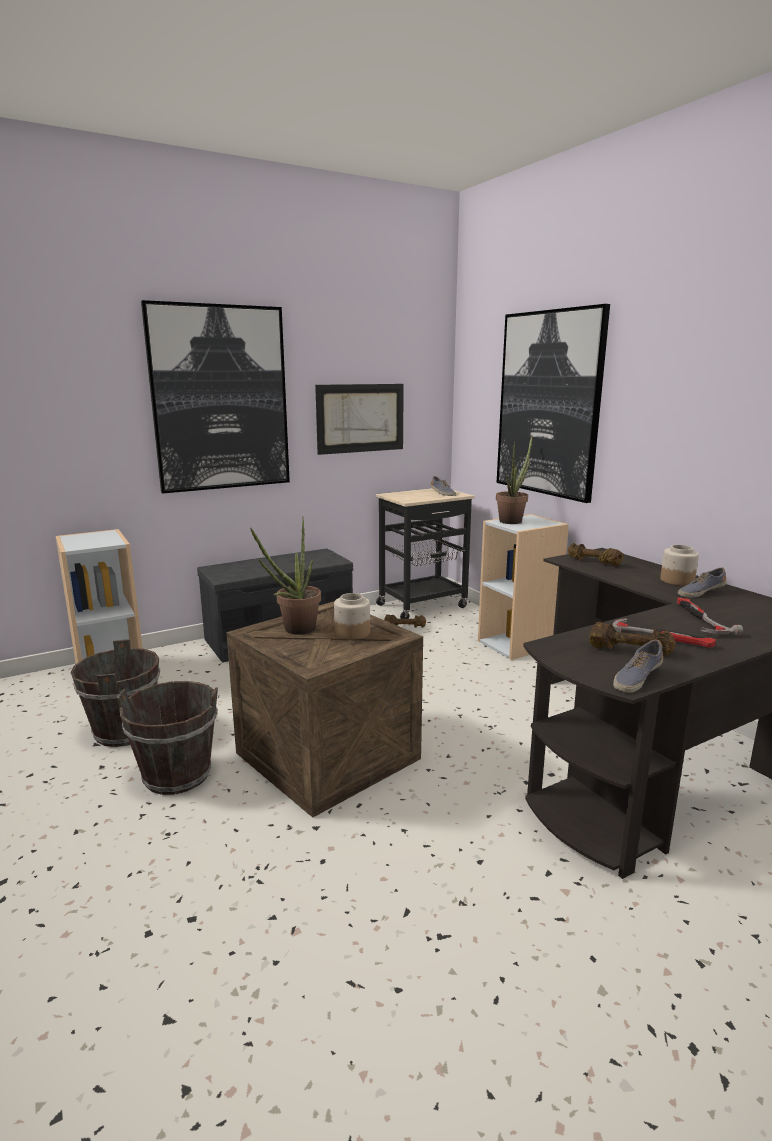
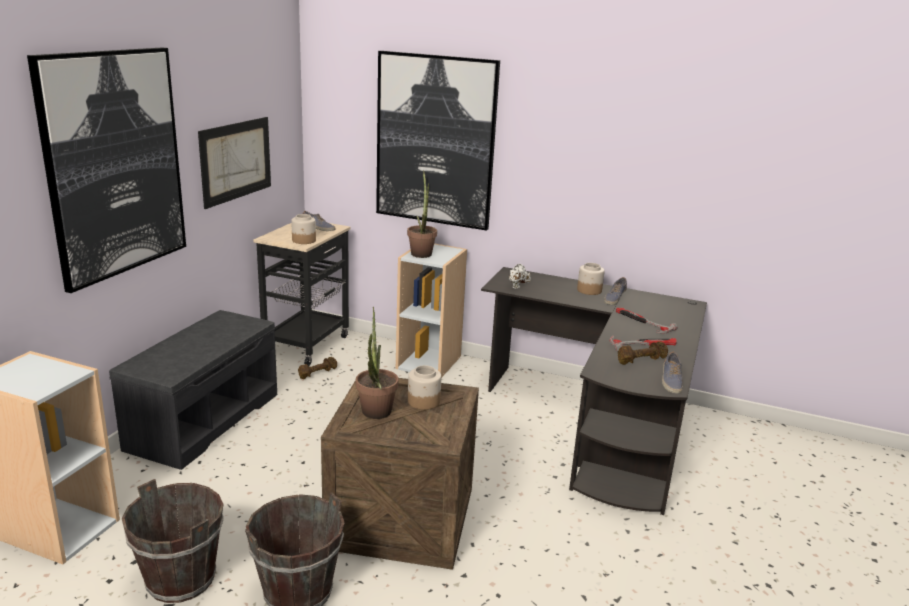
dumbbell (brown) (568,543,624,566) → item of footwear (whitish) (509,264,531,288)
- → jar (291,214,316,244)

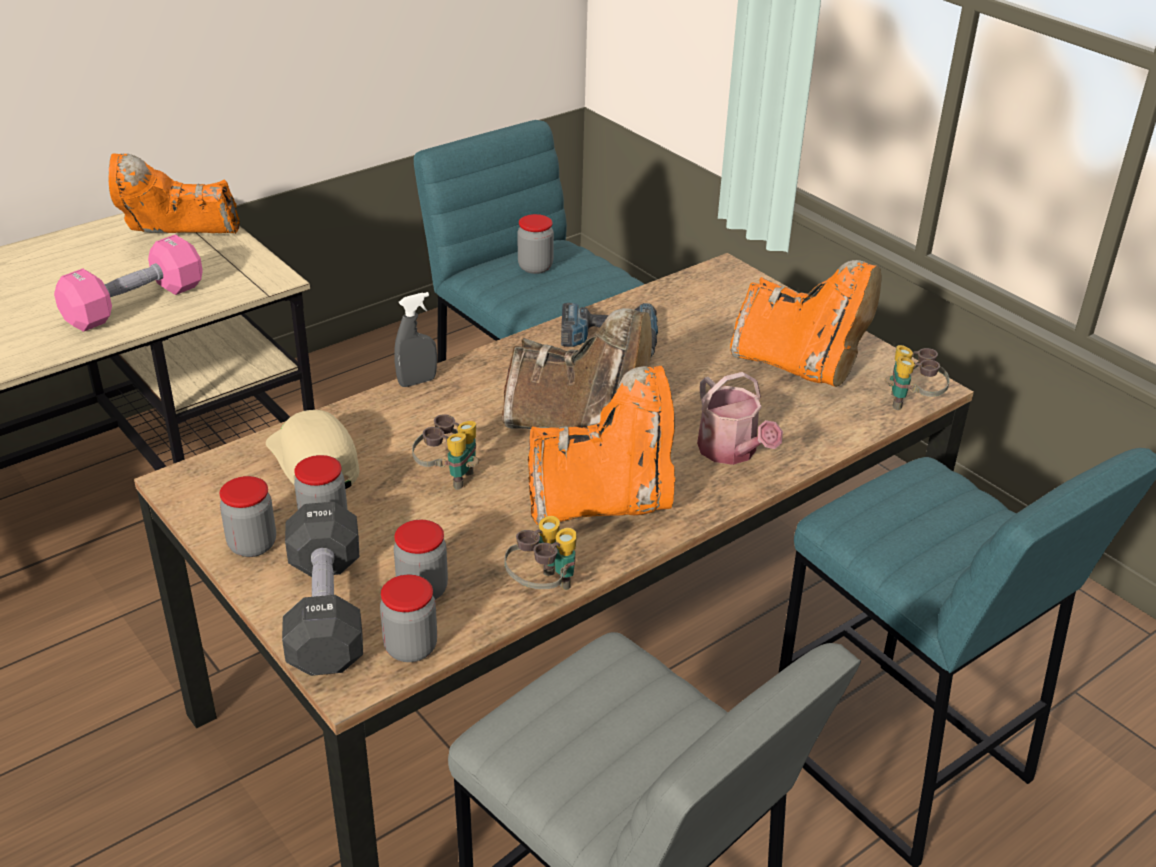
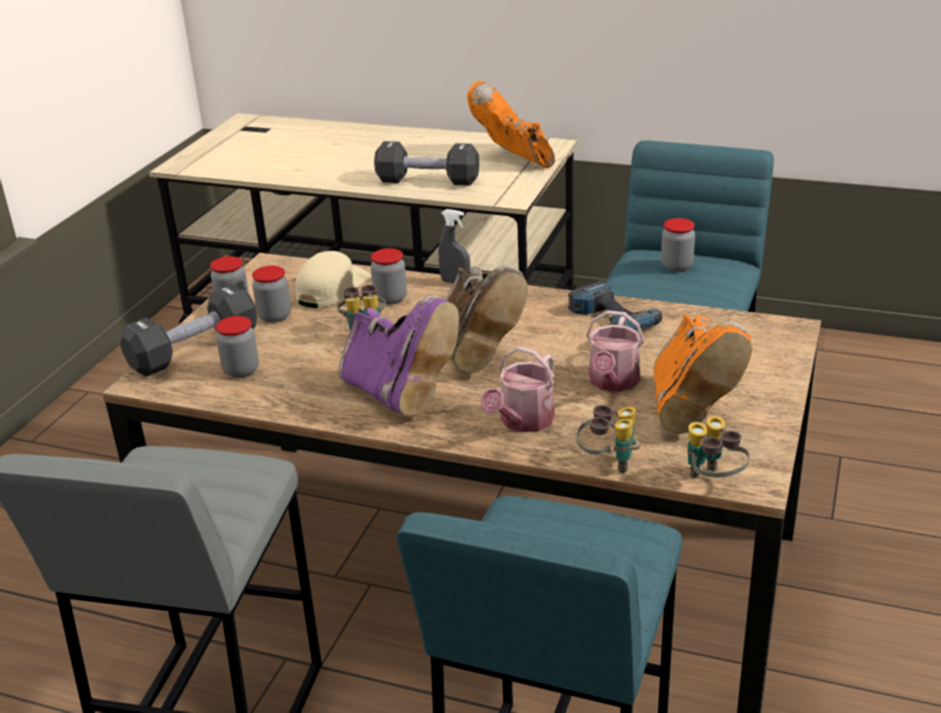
dumbbell (pinkish) (54,235,203,332) → dumbbell (black) (374,141,479,186)
tall boot (orange-coloured) (528,366,675,526) → tall boot (purplish) (339,296,459,417)
binoculars (505,516,577,590) → binoculars (577,405,641,473), move
jar (380,575,437,662) → jar (371,248,407,304), move
- → sprinkling can (586,310,644,392)

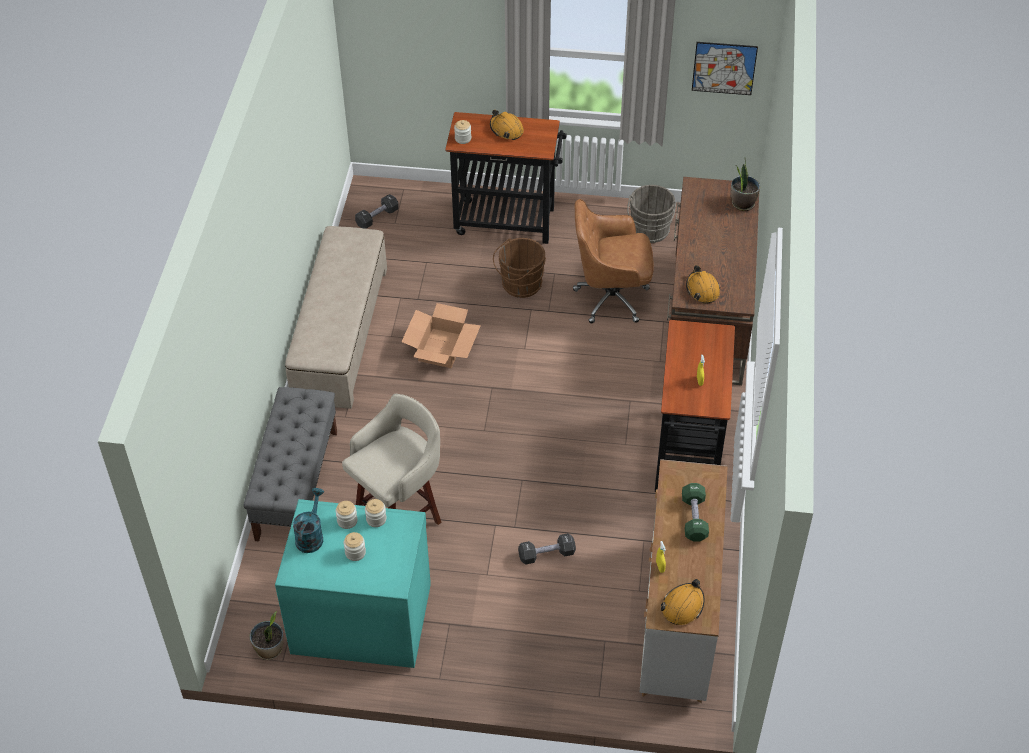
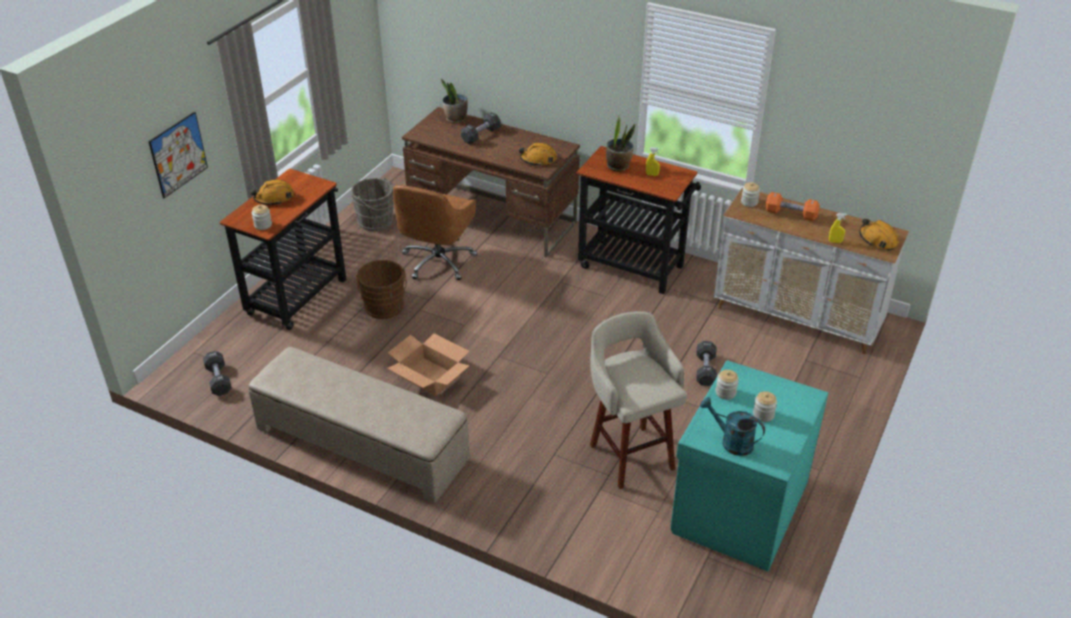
wall picture (692,42,758,95) → wall picture (148,112,208,198), move
long seat (gray) (244,387,337,542) → -
dumbbell (green) (682,483,709,541) → dumbbell (orange-coloured) (765,192,820,221)
jar (335,501,358,529) → jar (741,182,760,207), move
houseplant (249,611,284,660) → houseplant (606,116,635,172), move
- → dumbbell (black) (461,112,501,144)

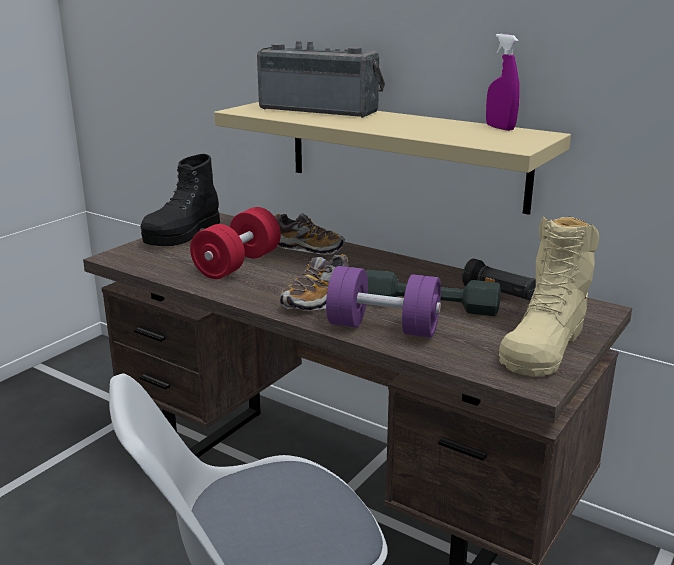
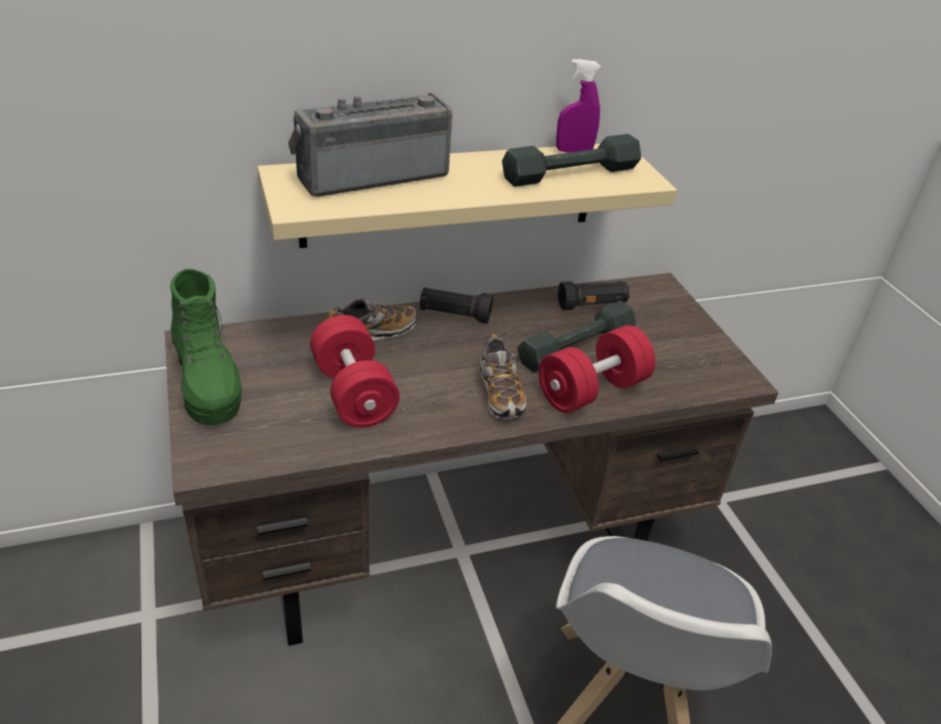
tall boot (black) (140,154,220,246) → tall boot (green) (169,269,242,425)
tall boot (beige) (499,216,599,376) → -
dumbbell (purplish) (326,266,441,338) → dumbbell (red) (539,325,656,413)
- → dumbbell (gray) (502,134,641,187)
- → flashlight (black) (420,287,493,324)

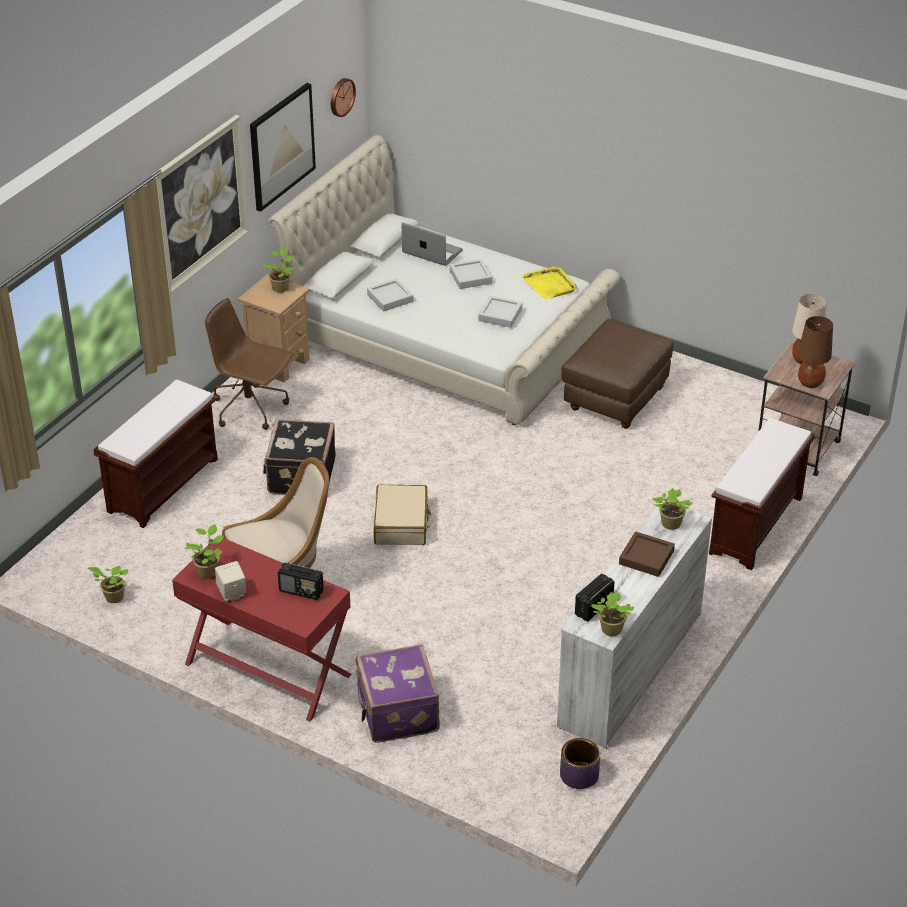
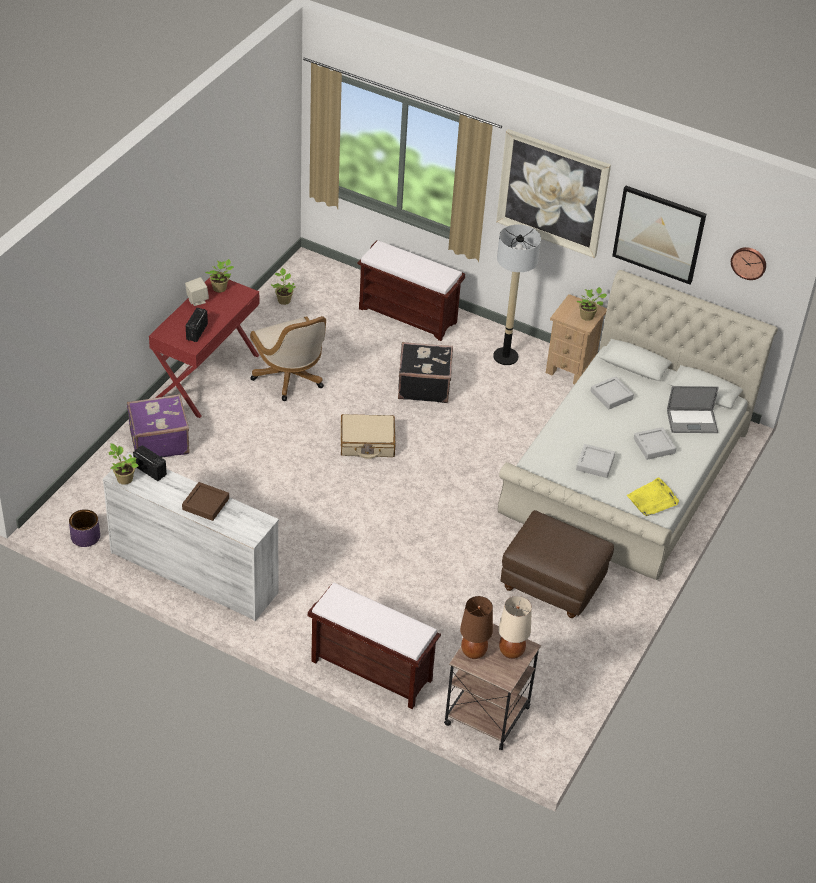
laptop (402,222,463,266) → laptop (667,386,719,433), 60 degrees clockwise
office chair (brown) (205,298,295,430) → floor lamp (493,224,541,365)
houseplant (652,488,693,530) → -

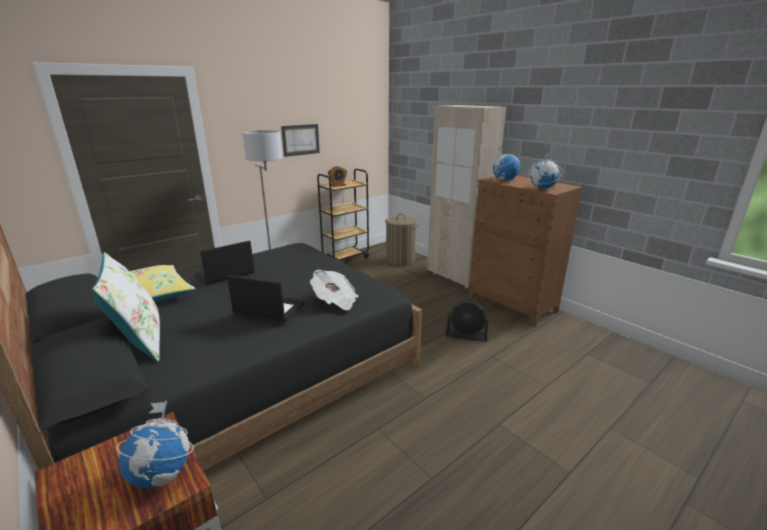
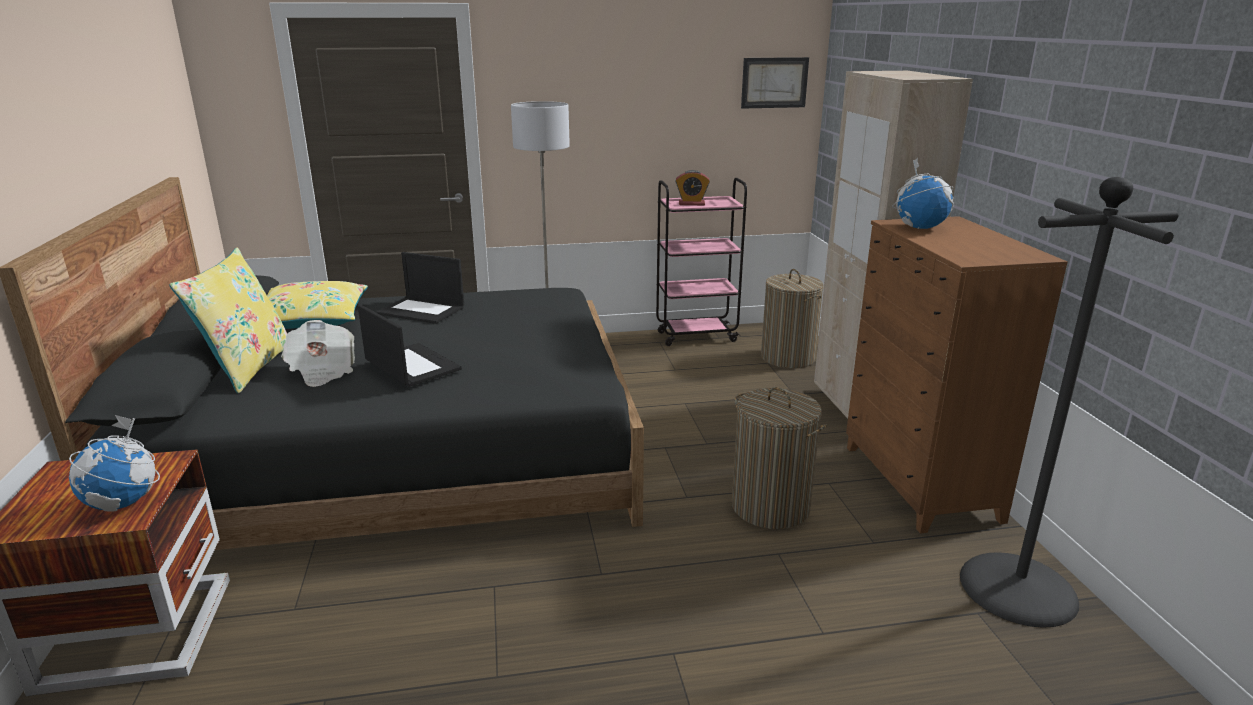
wall picture (281,124,320,157) → wall picture (741,57,809,109), move
desk globe (528,152,562,189) → -
wheeled cart (brown) (317,169,370,261) → wheeled cart (pinkish) (656,178,747,346)
laptop (196,241,254,285) → laptop (376,252,464,324), 150 degrees counterclockwise
cushion (whitish) (92,252,160,362) → cushion (yellow-coloured) (169,248,287,393)
printed paper (310,270,359,310) → printed paper (281,320,355,387), move
fan (black) (445,299,488,341) → hamper (732,387,827,529)
- → garment rack (black) (960,177,1178,628)

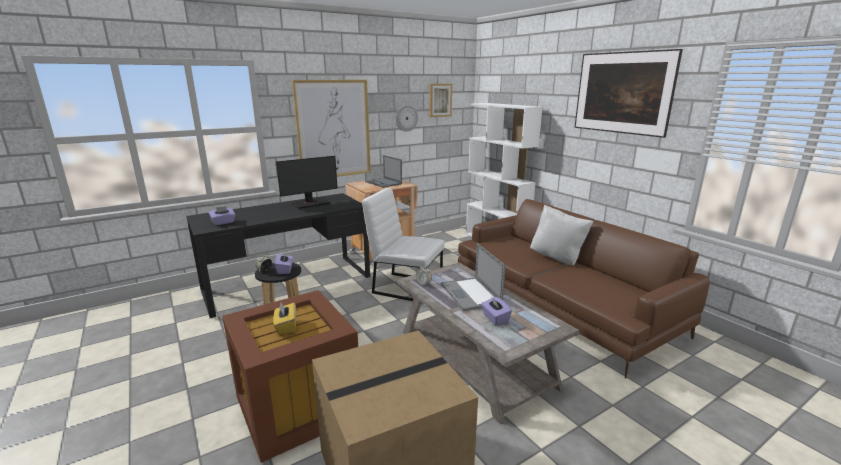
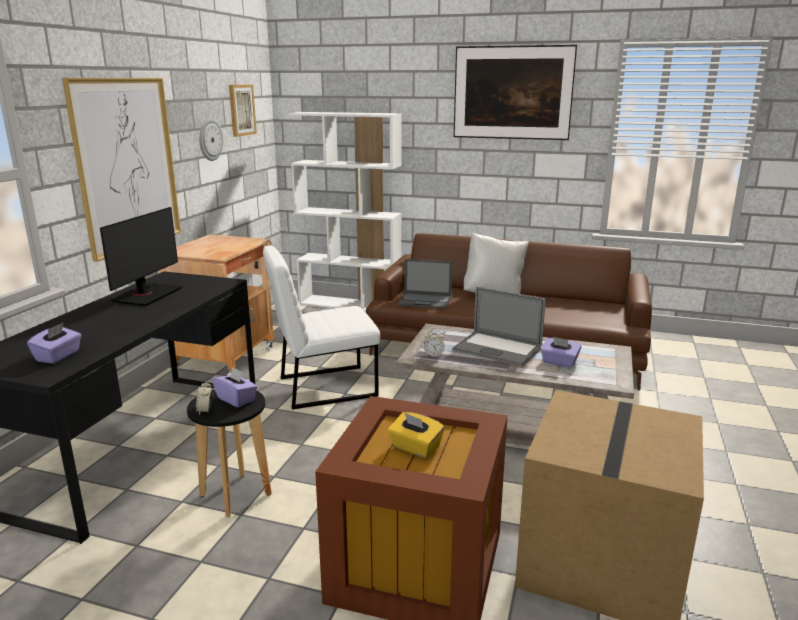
laptop (365,155,402,188) → laptop (398,259,452,309), move

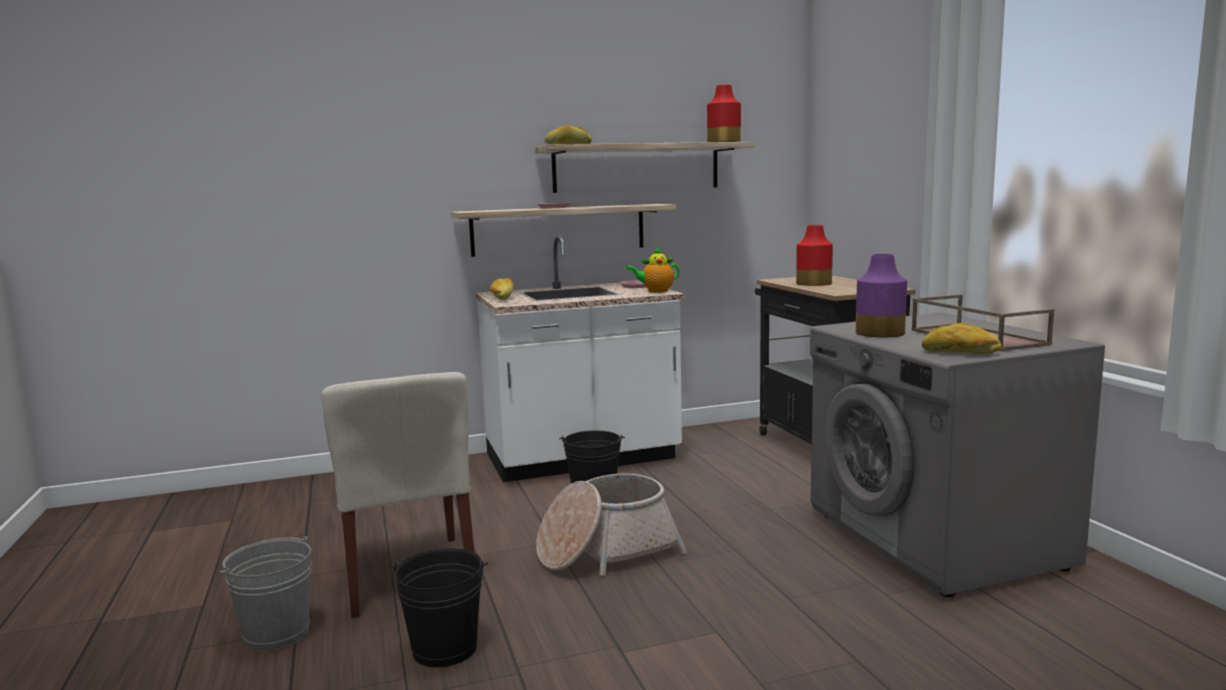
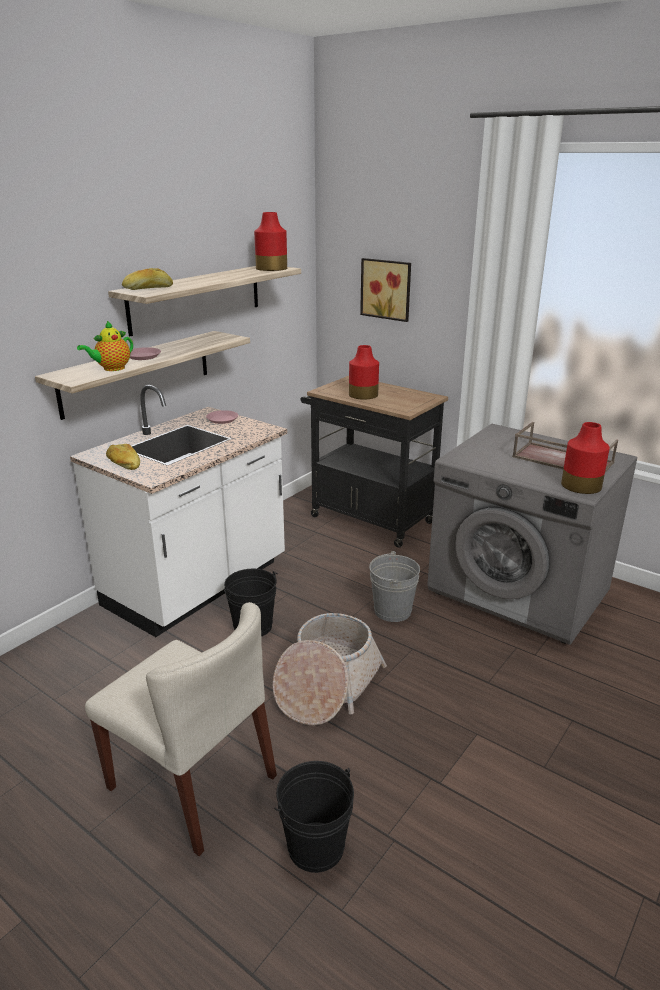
tea pot (626,247,680,293) → tea pot (77,320,133,371), move
flower vase (purplish) (855,254,907,337) → -
bread (922,322,1002,354) → flower vase (red) (561,422,610,494)
water bucket (gray) (219,536,312,651) → water bucket (gray) (369,551,420,622), move
- → wall picture (360,258,411,322)

